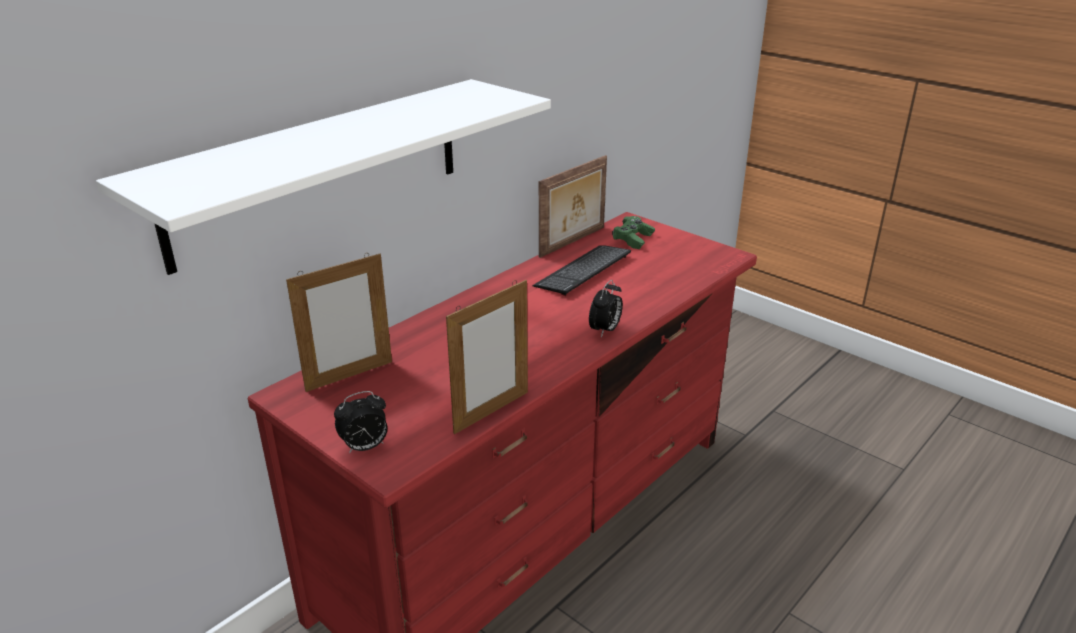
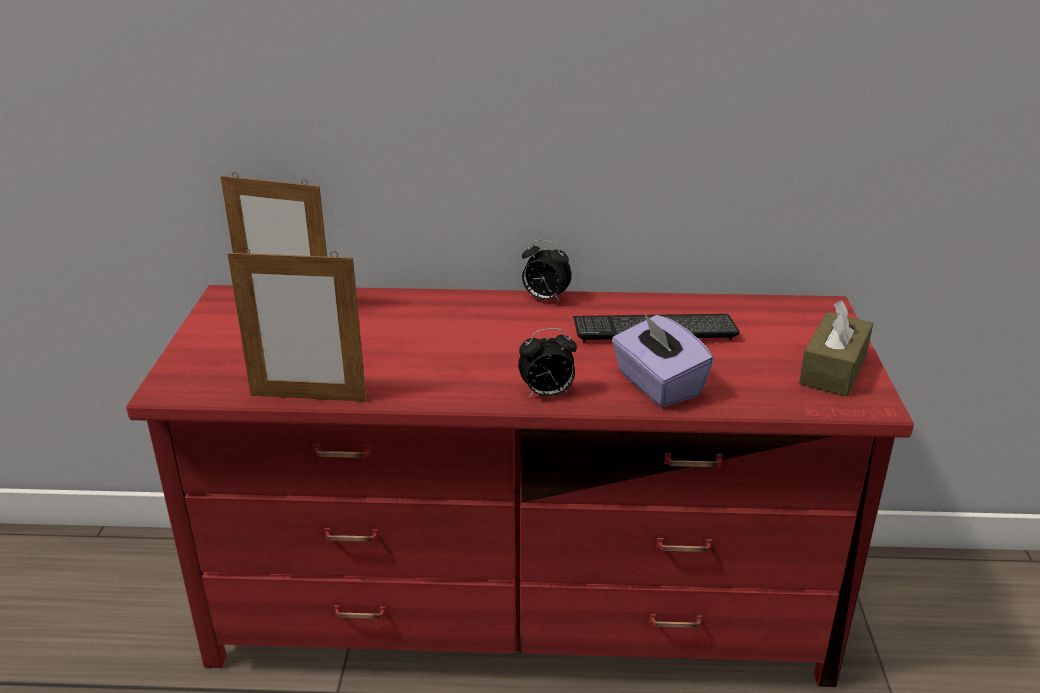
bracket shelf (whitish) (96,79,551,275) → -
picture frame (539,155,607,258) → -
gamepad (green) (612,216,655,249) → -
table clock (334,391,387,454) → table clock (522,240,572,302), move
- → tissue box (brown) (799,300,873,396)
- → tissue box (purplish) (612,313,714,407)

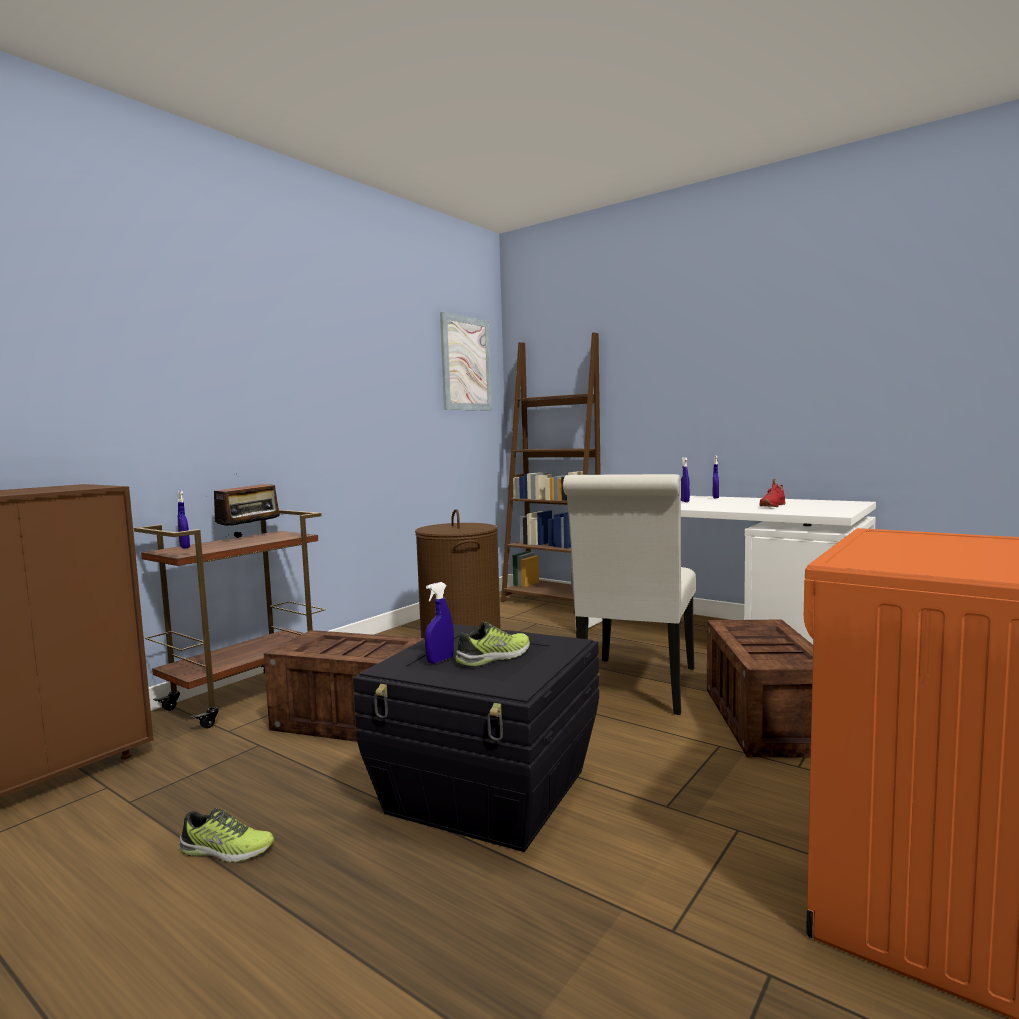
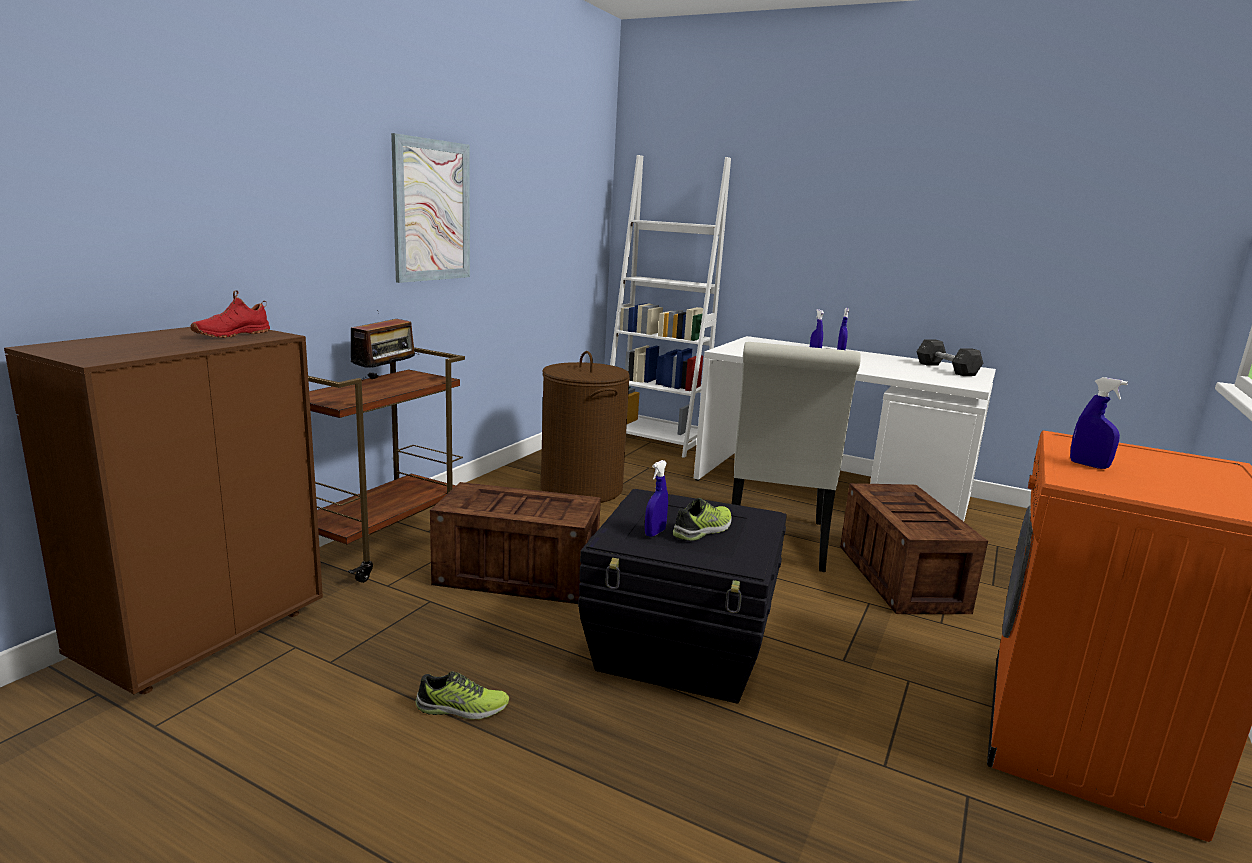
wall picture (440,312,492,411) → wall picture (391,133,470,283), move
shelving unit (brown) (501,332,601,614) → shelving unit (whitish) (610,155,731,458)
item of footwear (red) (760,479,786,507) → item of footwear (red) (190,291,270,338), move
hand sprayer (blue) (178,490,190,548) → hand sprayer (blue) (1070,377,1128,469), move
- → dumbbell (gray) (917,339,983,376)

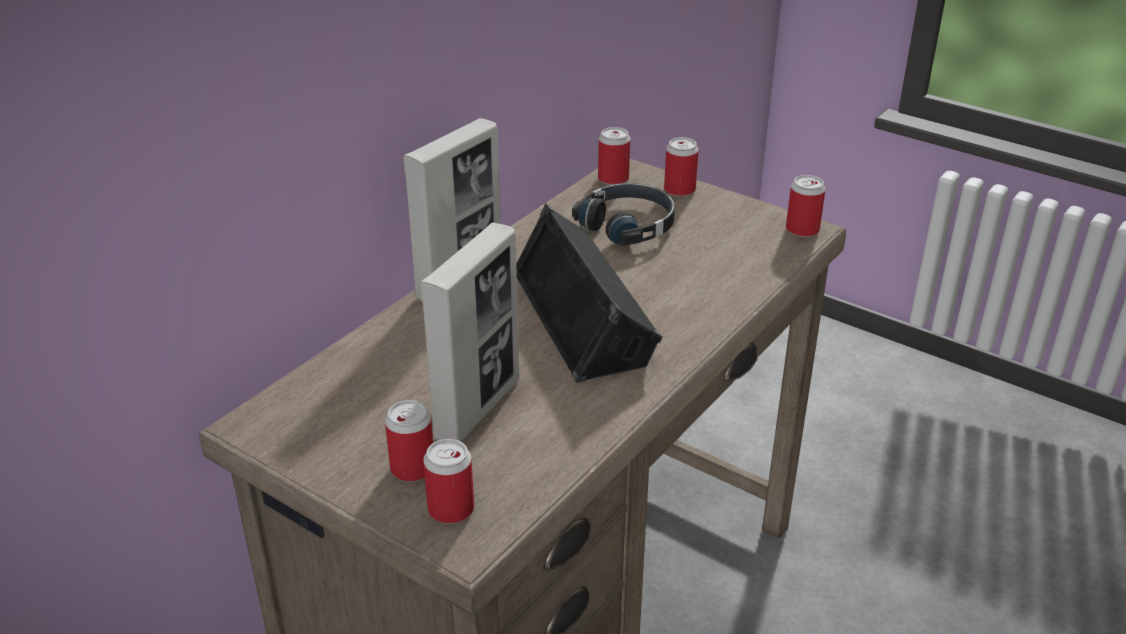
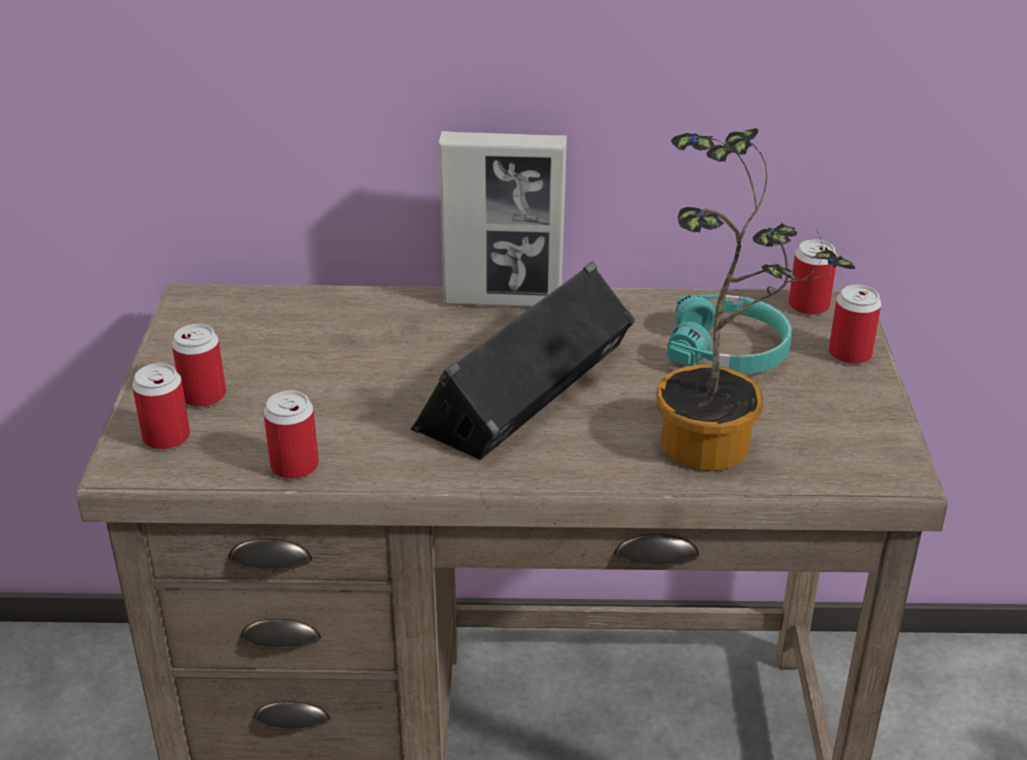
metal can (786,175,826,237) → metal can (263,391,319,479), move
headset (black) (572,183,675,246) → headset (turquoise-coloured) (667,294,792,374)
picture frame (420,223,519,441) → -
- → houseplant (656,128,855,471)

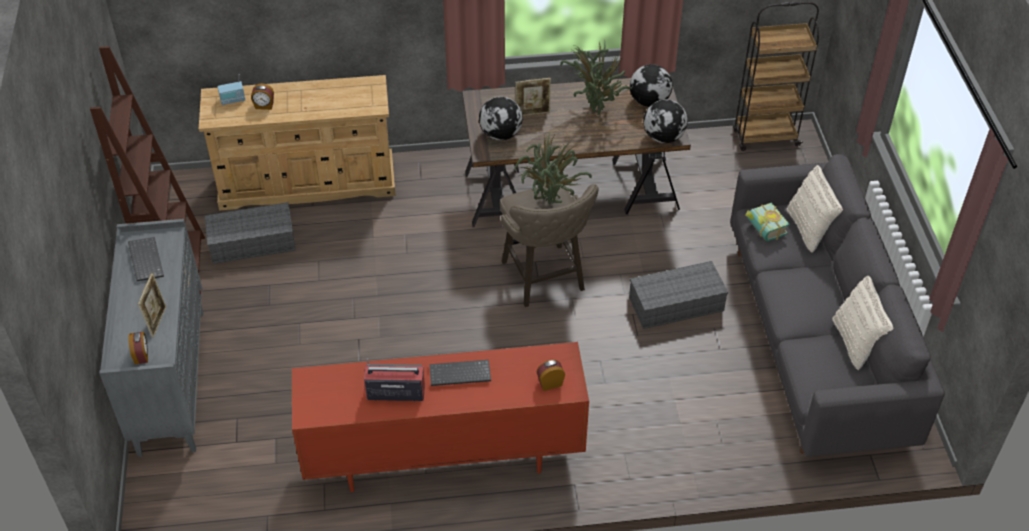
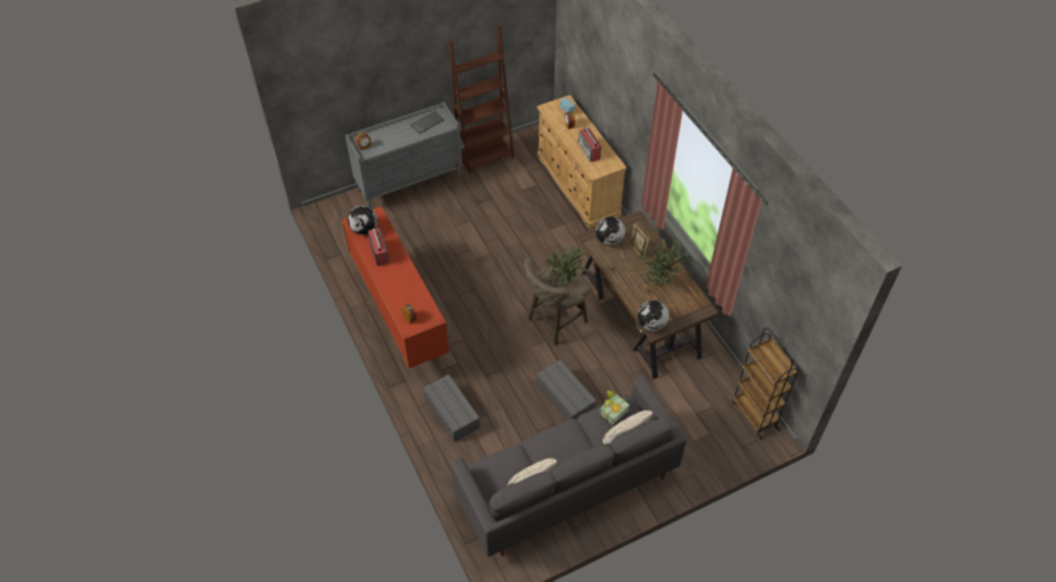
desk globe (630,64,673,107) → desk globe (348,206,378,235), move
storage bin (gray) (205,202,296,264) → storage bin (gray) (423,374,480,442), move
picture frame (138,273,166,338) → -
computer keyboard (429,360,491,386) → -
- → radio set (578,128,601,162)

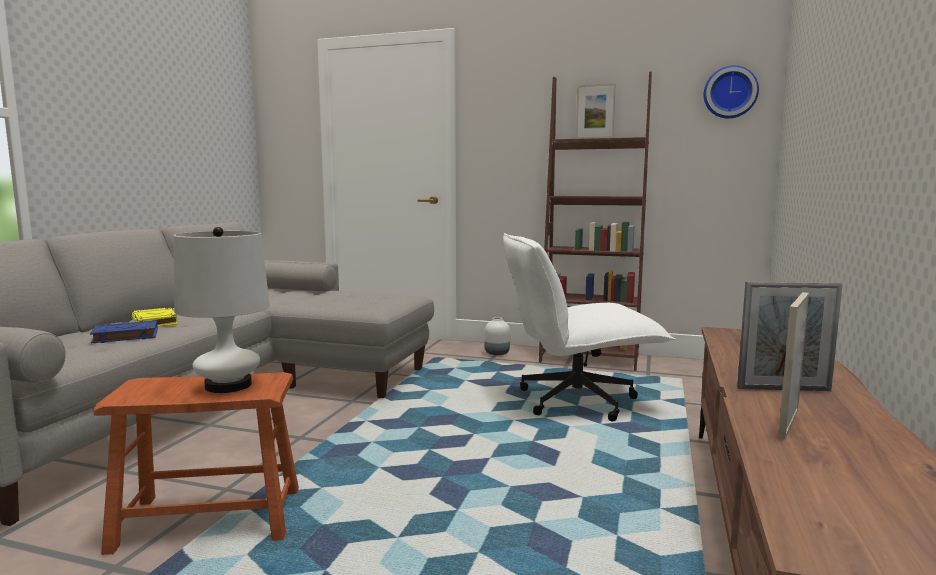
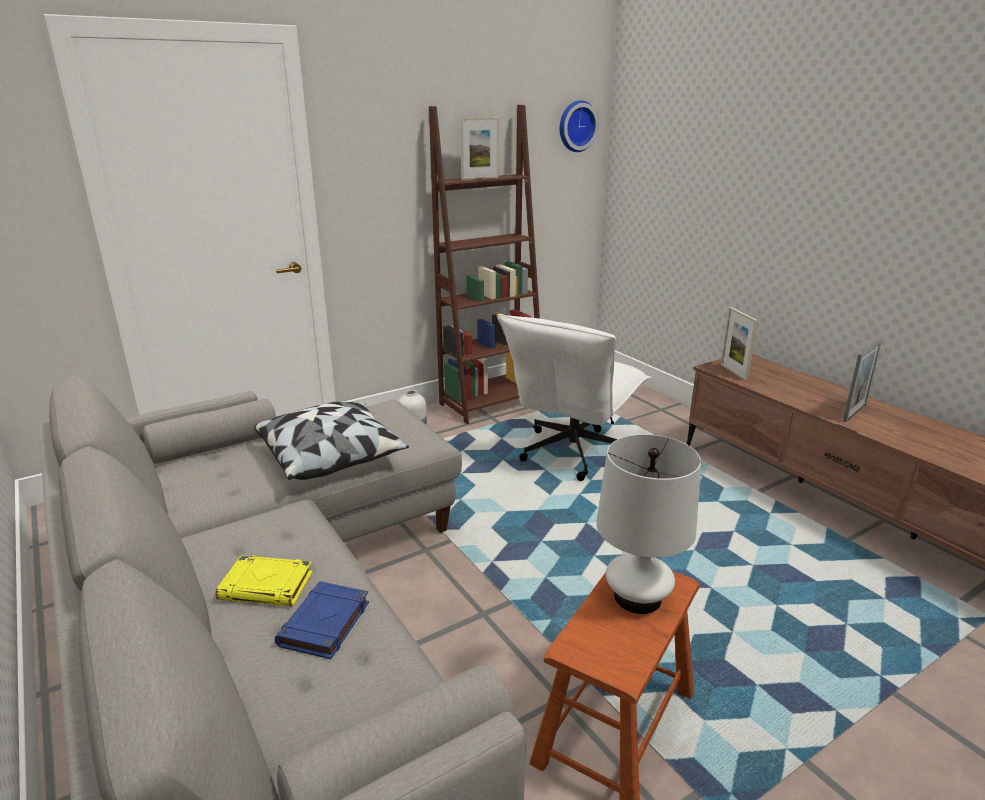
picture frame (778,292,809,440) → picture frame (721,307,758,381), move
- → cushion (254,401,409,480)

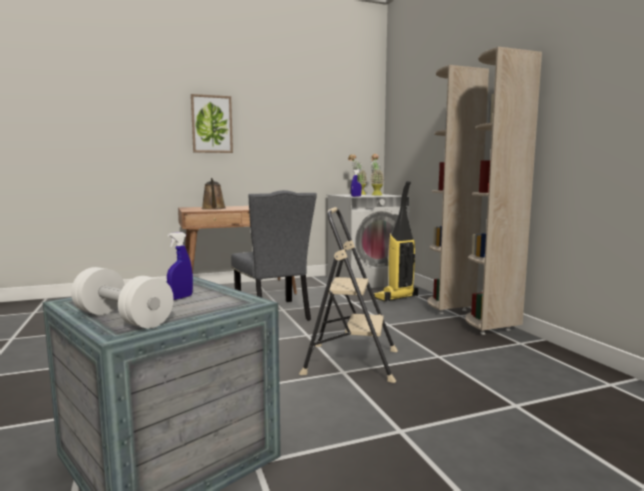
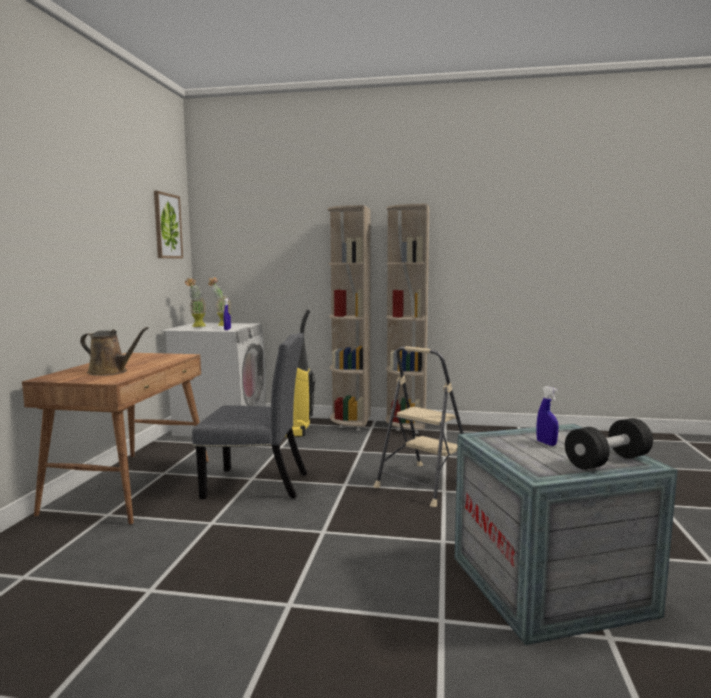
wall picture (191,94,233,153) → wall picture (154,191,183,259), move
dumbbell (whitish) (71,267,174,328) → dumbbell (black) (565,418,653,470)

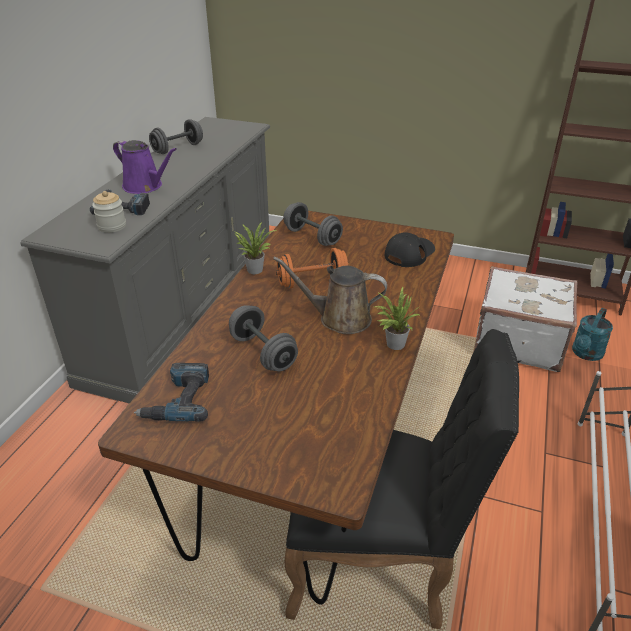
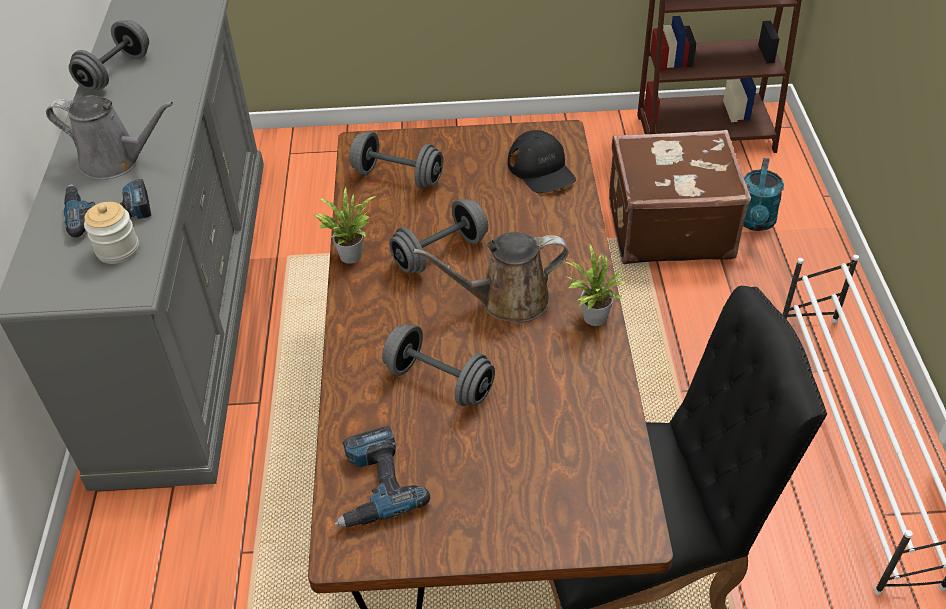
sprinkling can (purplish) (113,140,177,194) → sprinkling can (gray) (46,95,174,180)
cap (black) (385,232,435,267) → cap (black) (508,130,576,193), 135 degrees clockwise
dumbbell (orange-coloured) (276,248,348,288) → dumbbell (gray) (389,199,488,273)
piece of luggage (whitish) (473,266,578,372) → piece of luggage (brown) (609,130,751,264)

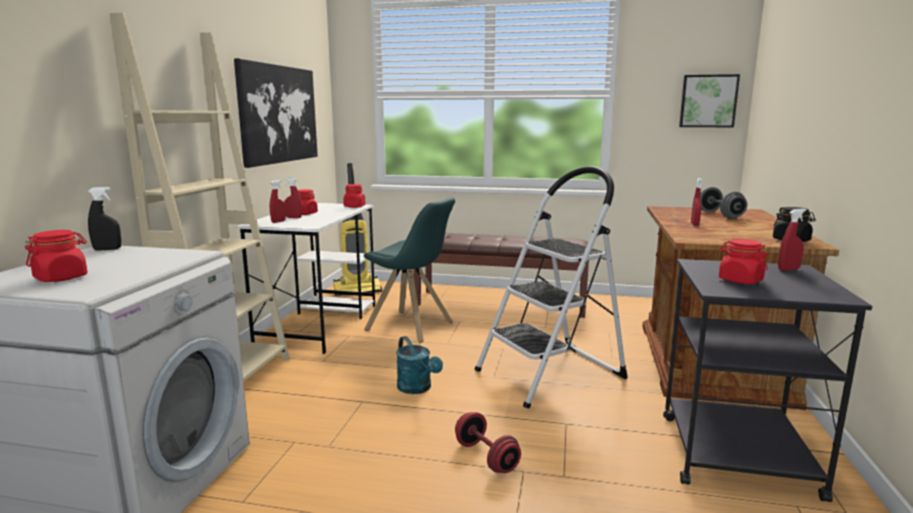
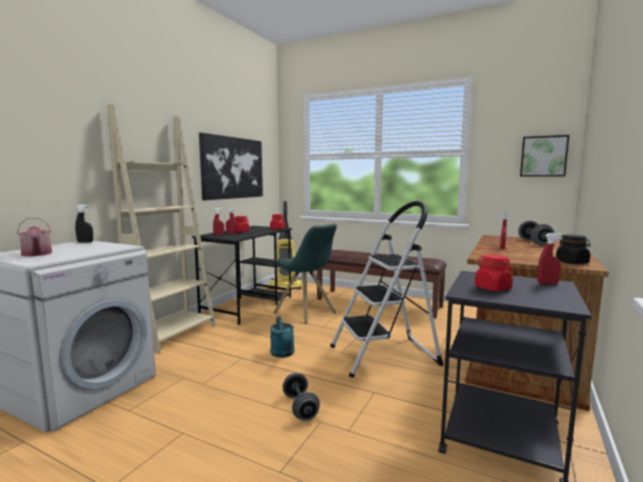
desk table (whitish) (237,203,375,354) → desk table (black) (192,226,292,325)
jar (red) (25,230,88,282) → sprinkling can (17,217,52,256)
dumbbell (red) (455,412,521,473) → dumbbell (gray) (282,373,320,421)

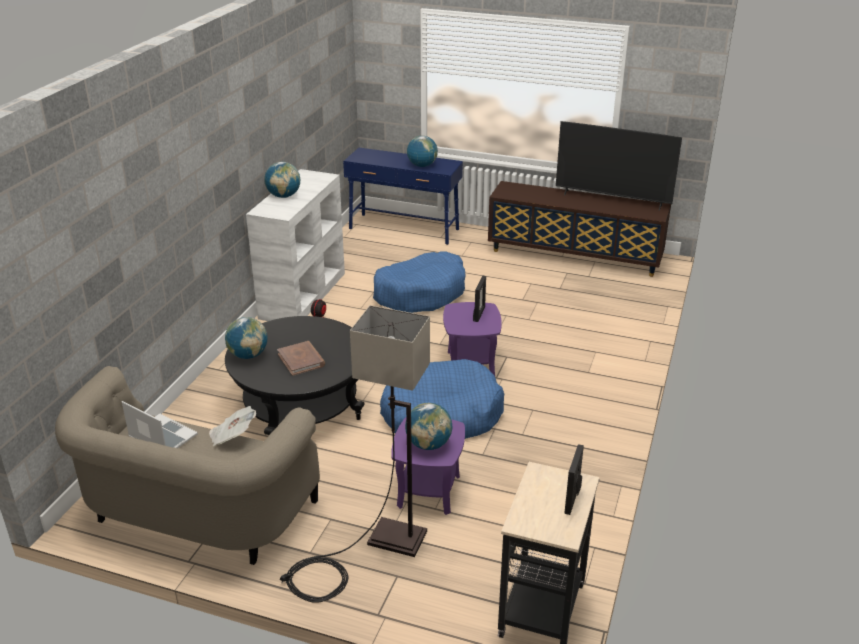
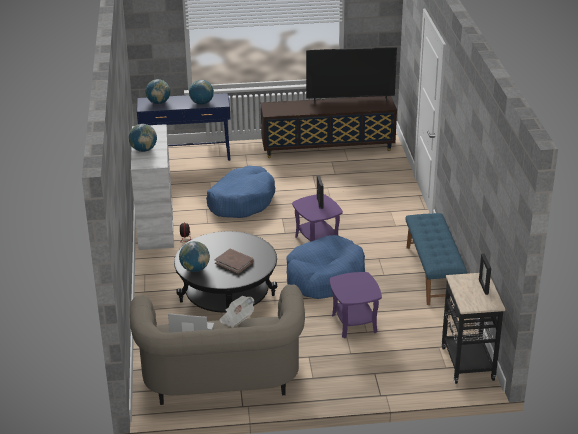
floor lamp (280,305,430,603) → -
desk globe (405,403,452,450) → desk globe (146,79,170,104), move
- → long seat (blue) (405,213,467,305)

